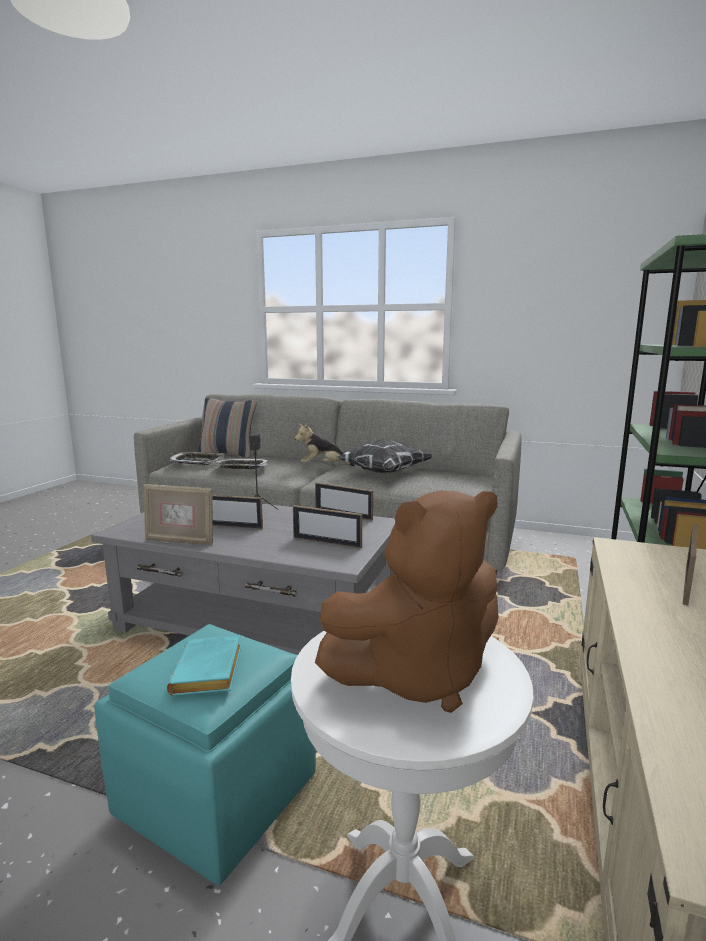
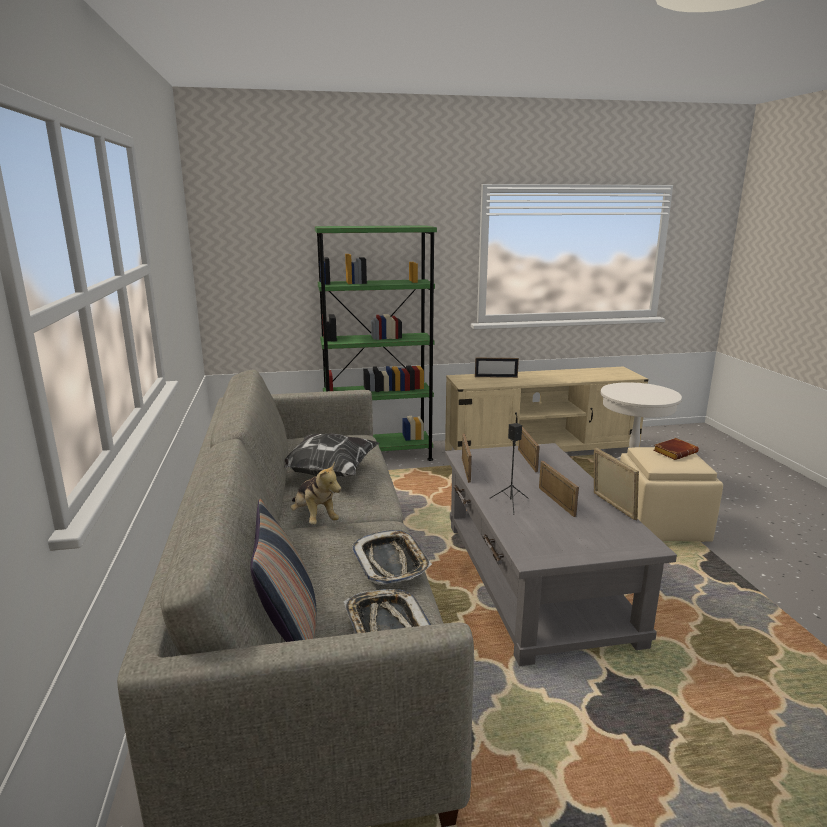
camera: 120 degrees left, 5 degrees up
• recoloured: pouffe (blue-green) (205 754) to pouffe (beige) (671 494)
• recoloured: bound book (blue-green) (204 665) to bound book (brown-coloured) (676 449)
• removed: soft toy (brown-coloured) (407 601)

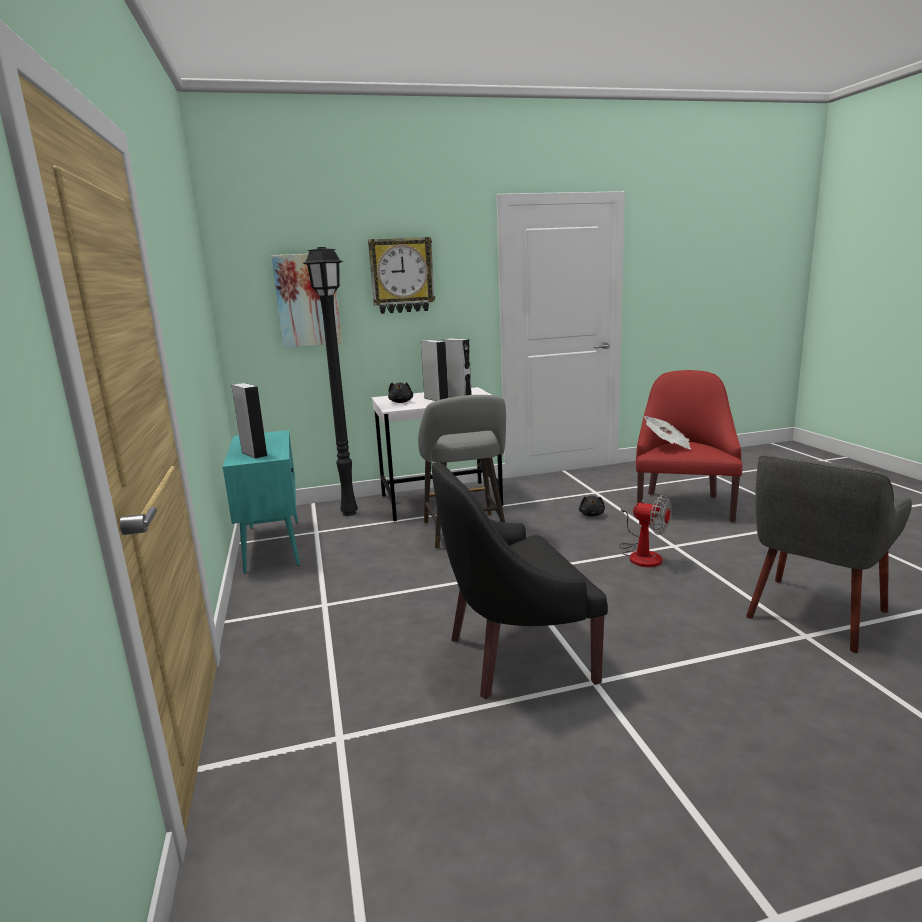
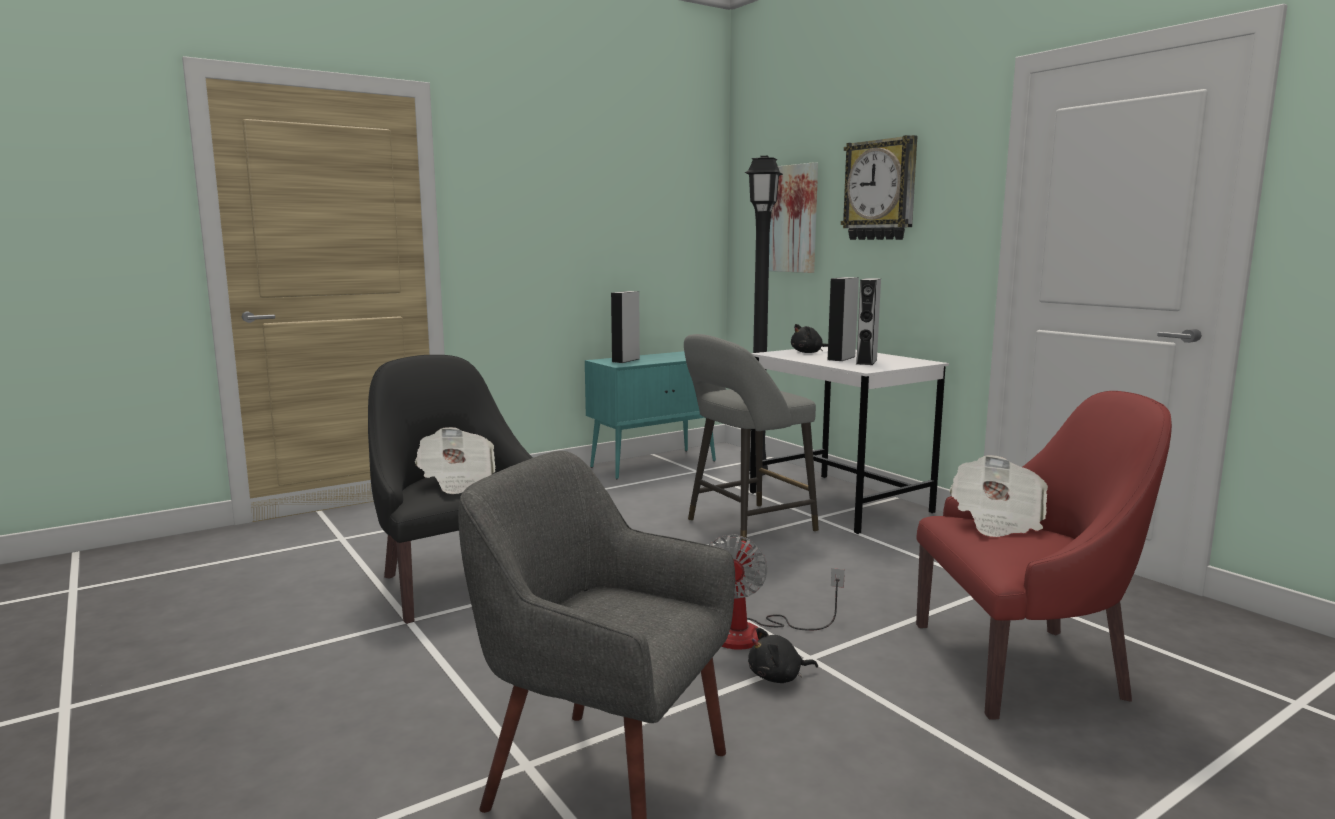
camera: 70 degrees right, 5 degrees down
• added: printed paper (455 460)
• moved: soft toy (black-coloured) (592 506) to (783 655)

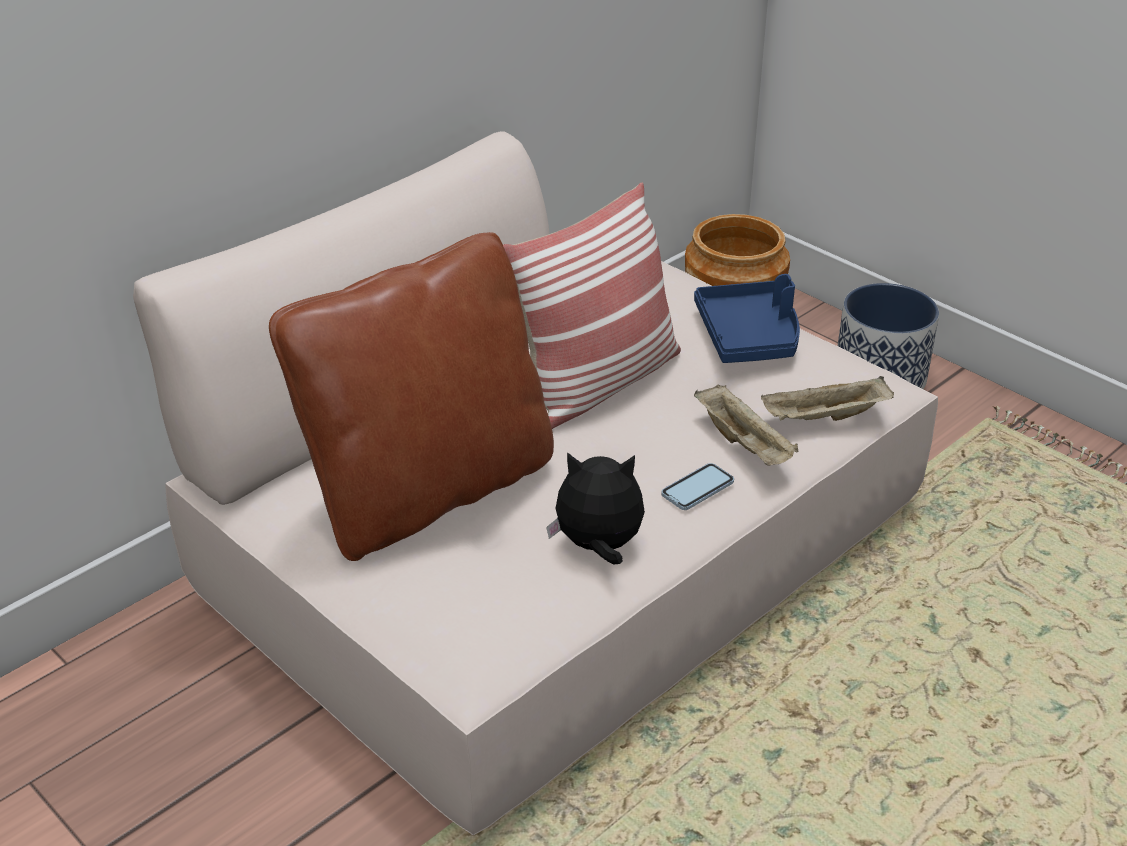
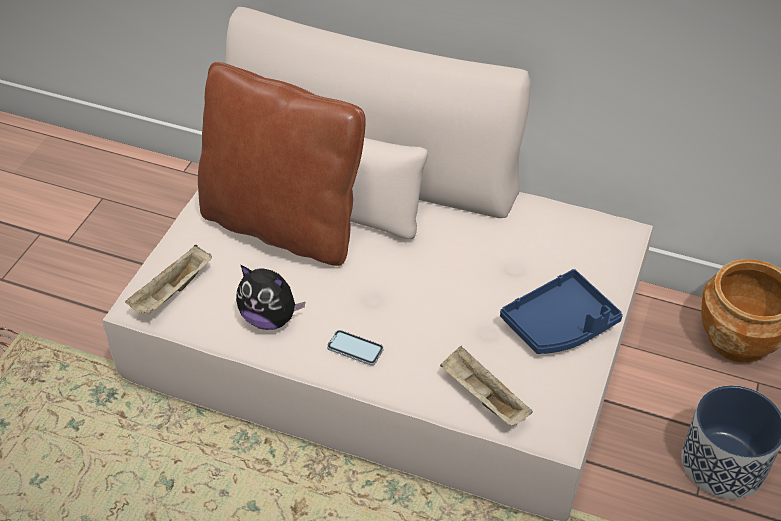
camera: 65 degrees right, 10 degrees up
• moved: carrying tray (beige) (746 425) to (168 280)
• turned: soft toy (595 508) = (270 297) 135 degrees clockwise
• removed: cushion (592 305)

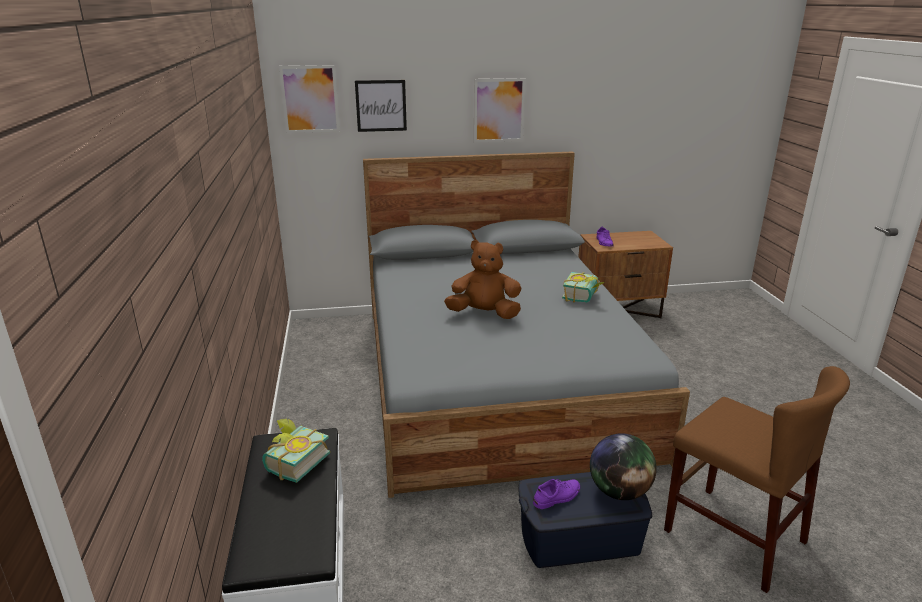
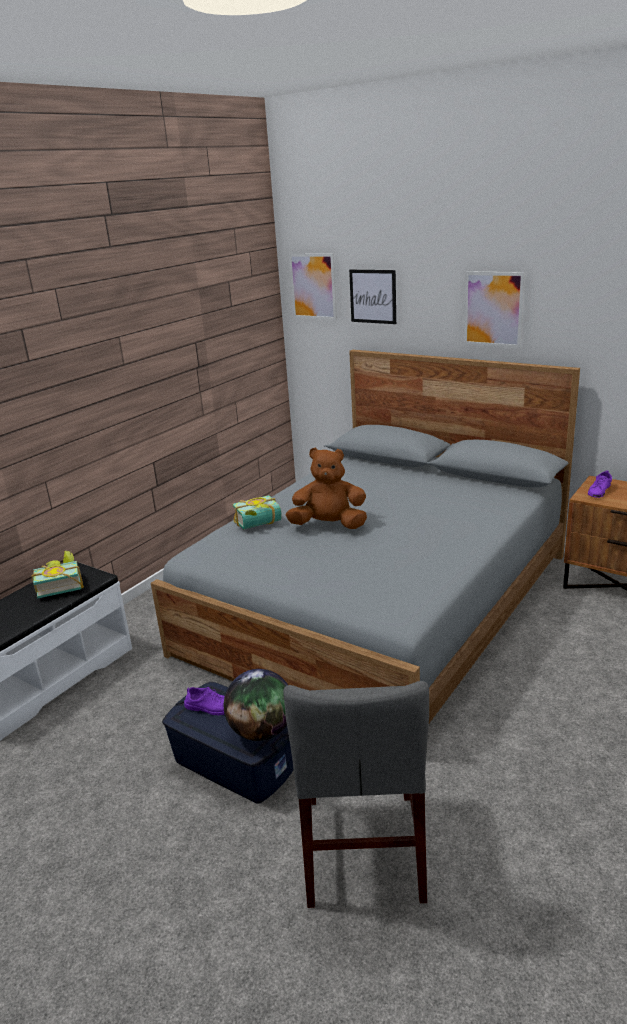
camera: 45 degrees right, 0 degrees up
• moved: bound book (583 287) to (257 512)
• recoloured: upright chair (brown-coloured) (757 479) to upright chair (gray) (356 794)
• turned: soft toy (brown-coloured) (482 279) = (326 488) 45 degrees counterclockwise

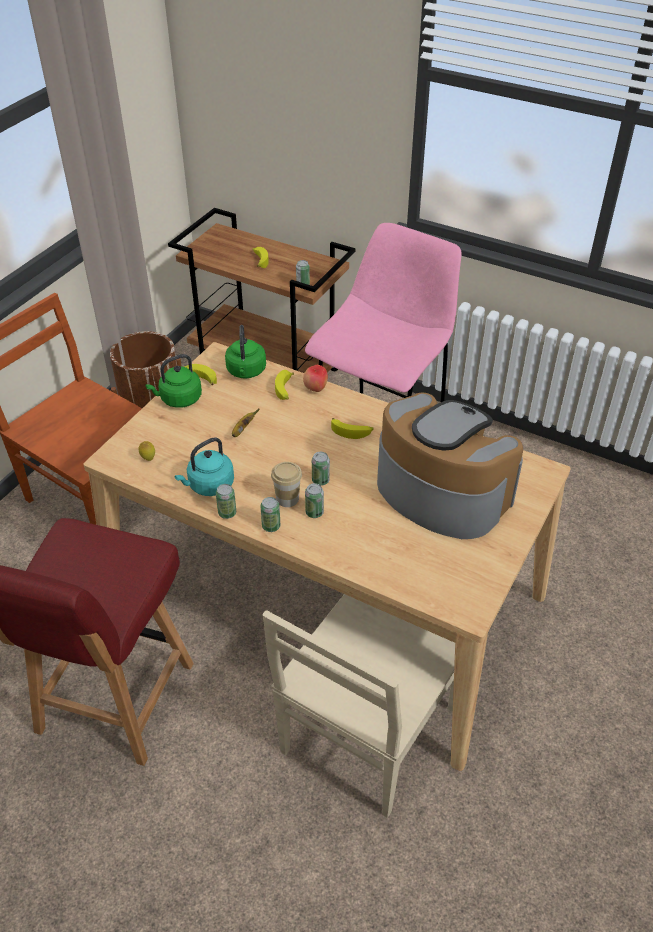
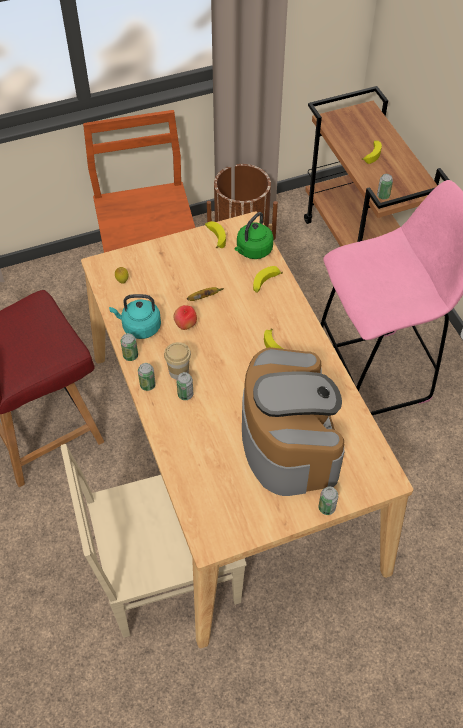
camera: 40 degrees right, 10 degrees up
• moved: apple fruit (315 378) to (185 317)
• moved: can (321 469) to (328 501)
• removed: water kettle (green-coloured) (173 381)

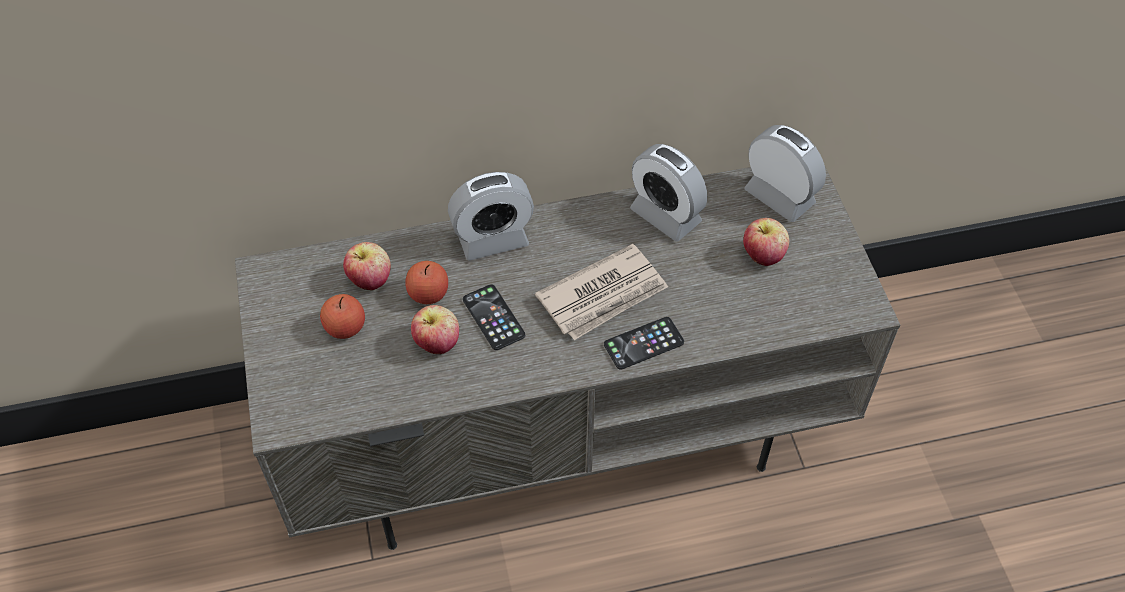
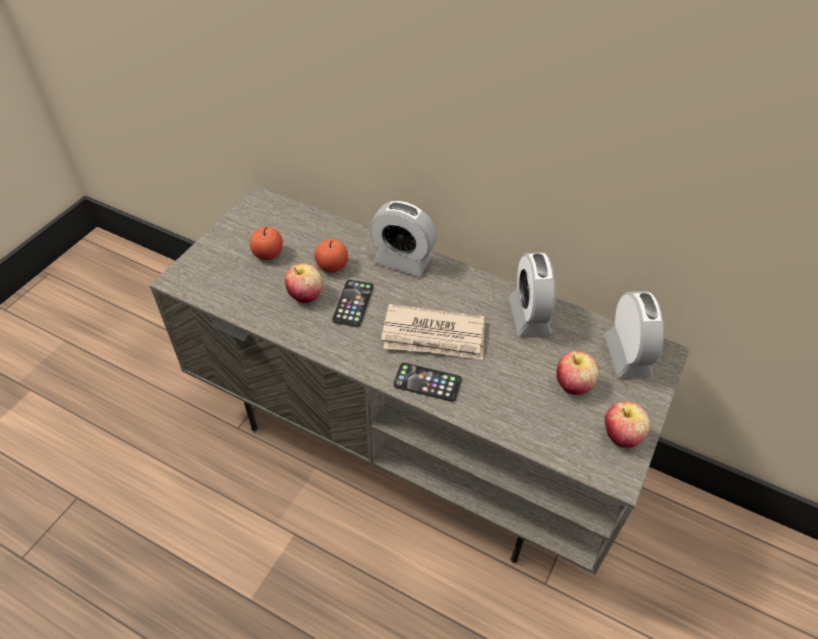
camera: 40 degrees right, 5 degrees down
• moved: apple fruit (367 266) to (627 424)

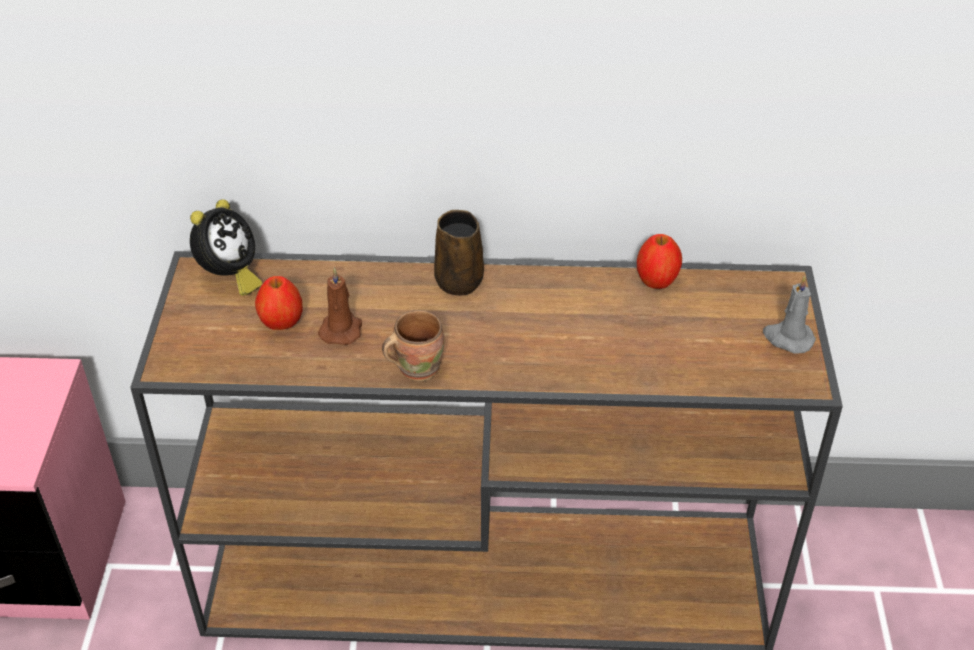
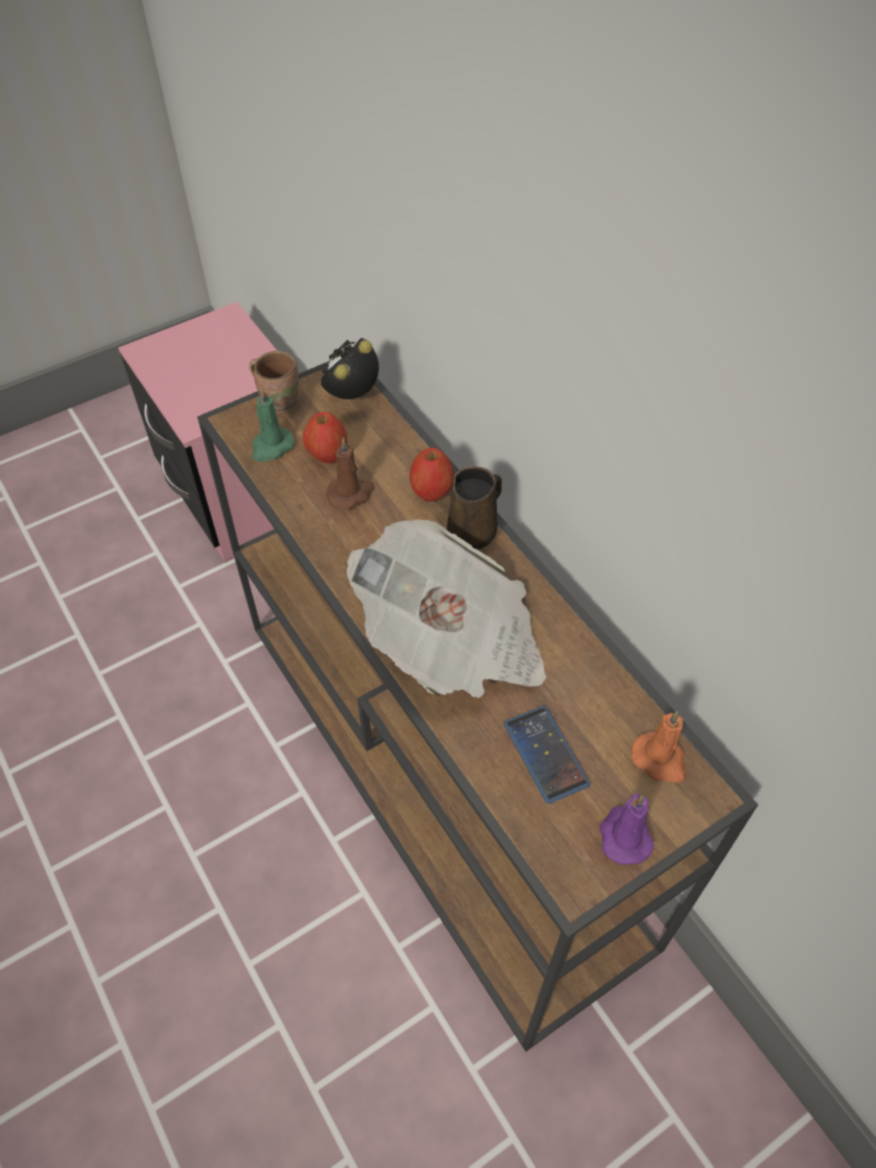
camera: 55 degrees right, 10 degrees up
• moved: mug (brown-coloured) (413 345) to (274 382)
• added: candle (green-coloured) (273 425)
• turned: table clock (226 247) = (350 368) 135 degrees clockwise
• added: printed paper (446 608)
• moved: apple fruit (659 261) to (431 475)
• added: phone (546 755)
• recoloured: candle (gray) (789 315) to candle (purplish) (627 828)
• added: candle (orangey) (658 747)

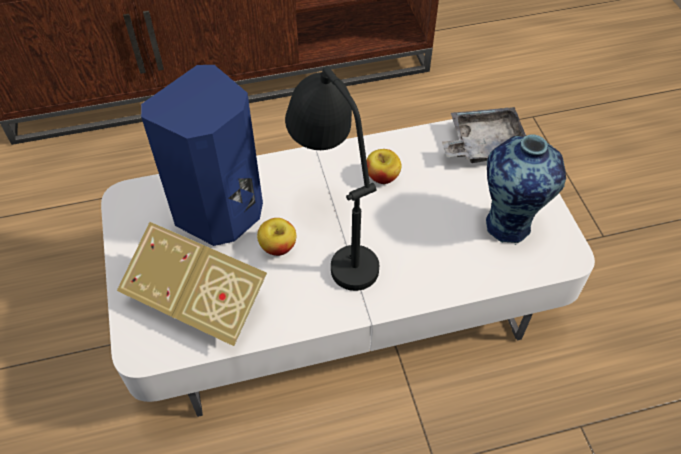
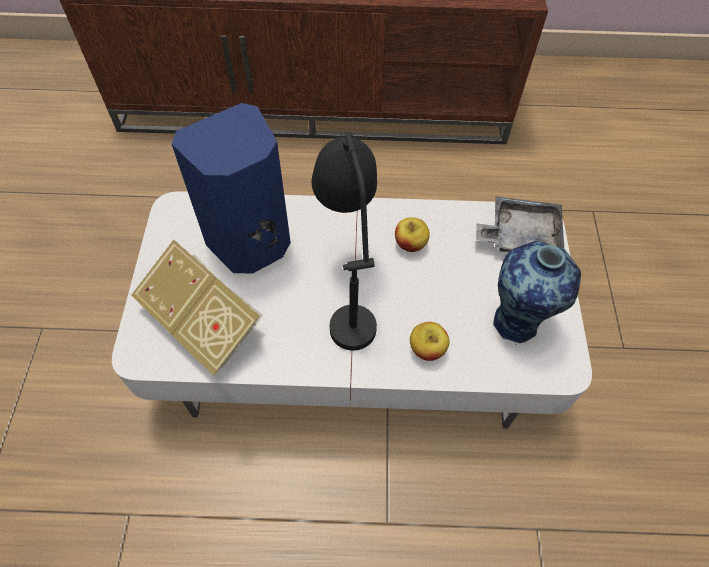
camera: 15 degrees right, 5 degrees up
• moved: apple fruit (276 237) to (429 341)

